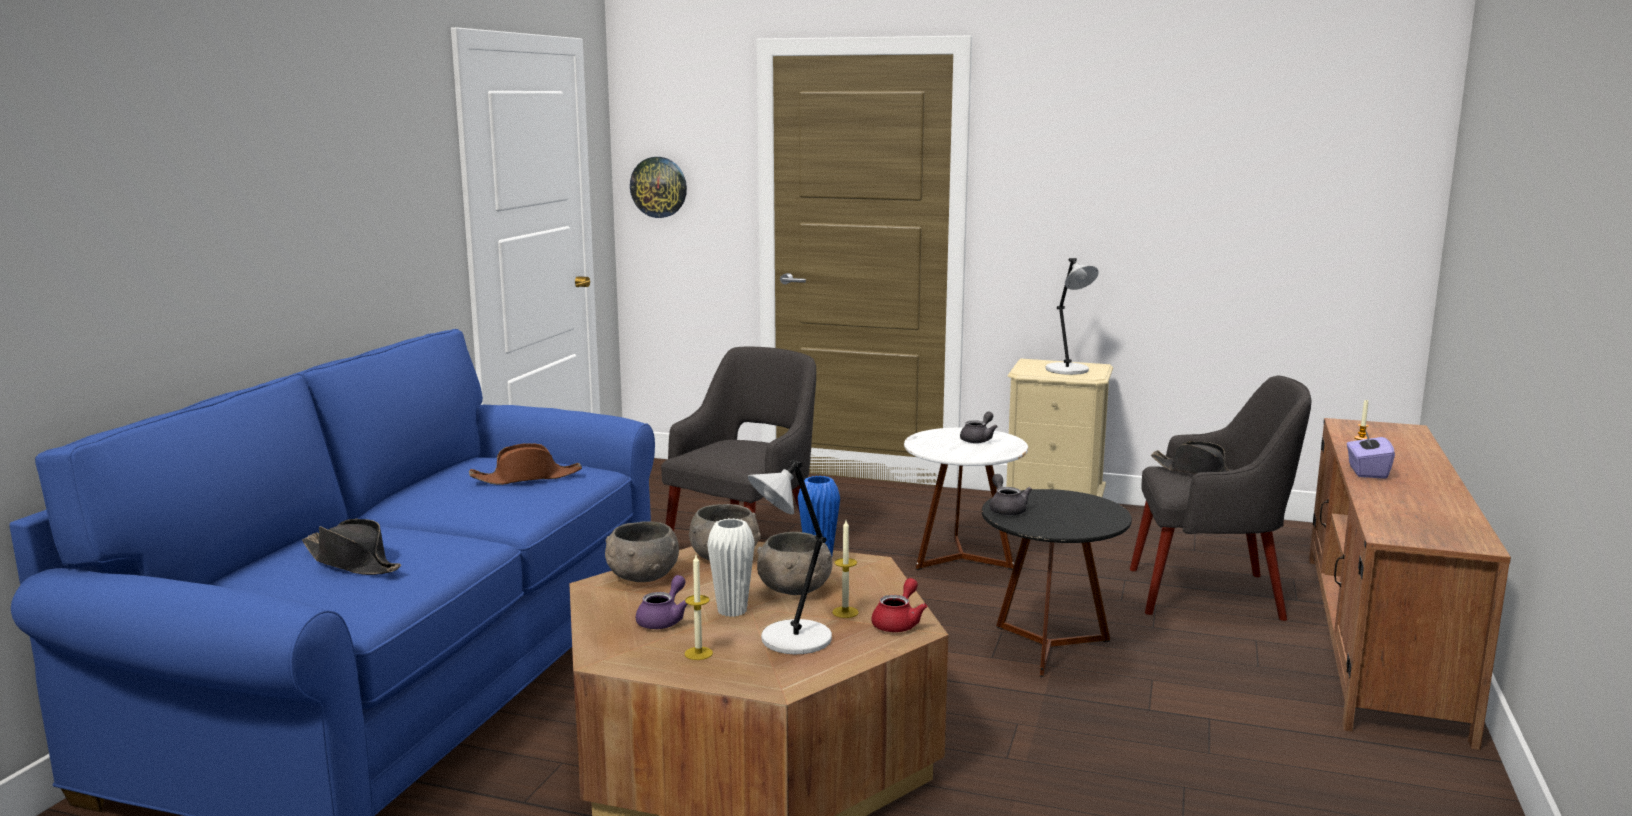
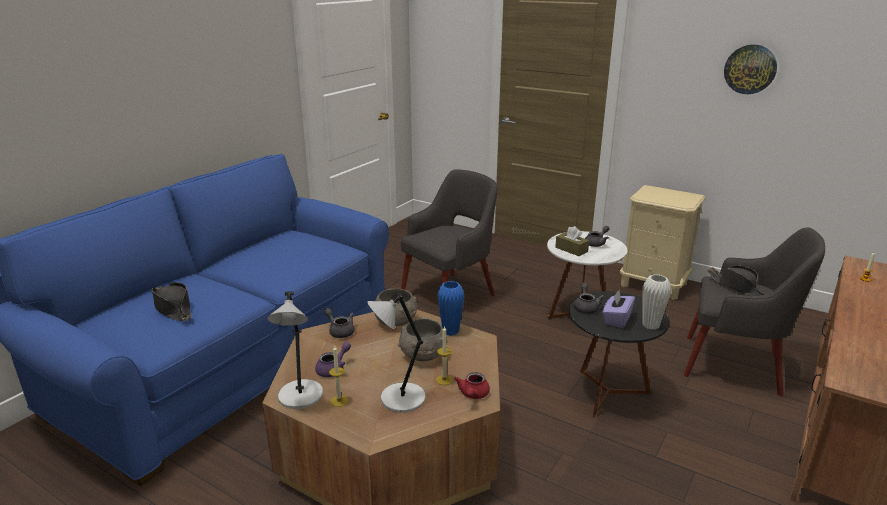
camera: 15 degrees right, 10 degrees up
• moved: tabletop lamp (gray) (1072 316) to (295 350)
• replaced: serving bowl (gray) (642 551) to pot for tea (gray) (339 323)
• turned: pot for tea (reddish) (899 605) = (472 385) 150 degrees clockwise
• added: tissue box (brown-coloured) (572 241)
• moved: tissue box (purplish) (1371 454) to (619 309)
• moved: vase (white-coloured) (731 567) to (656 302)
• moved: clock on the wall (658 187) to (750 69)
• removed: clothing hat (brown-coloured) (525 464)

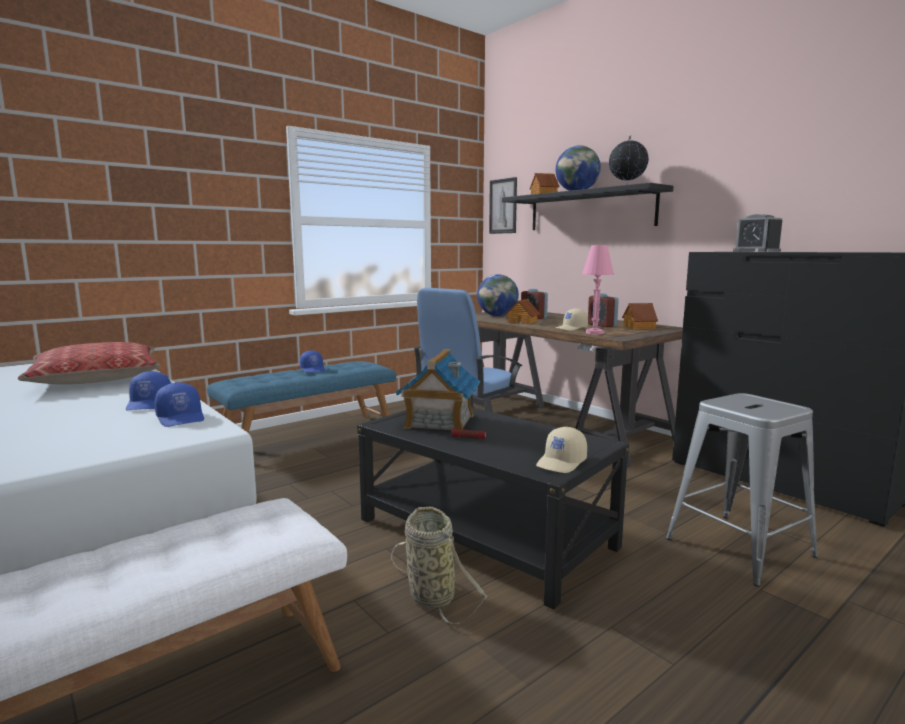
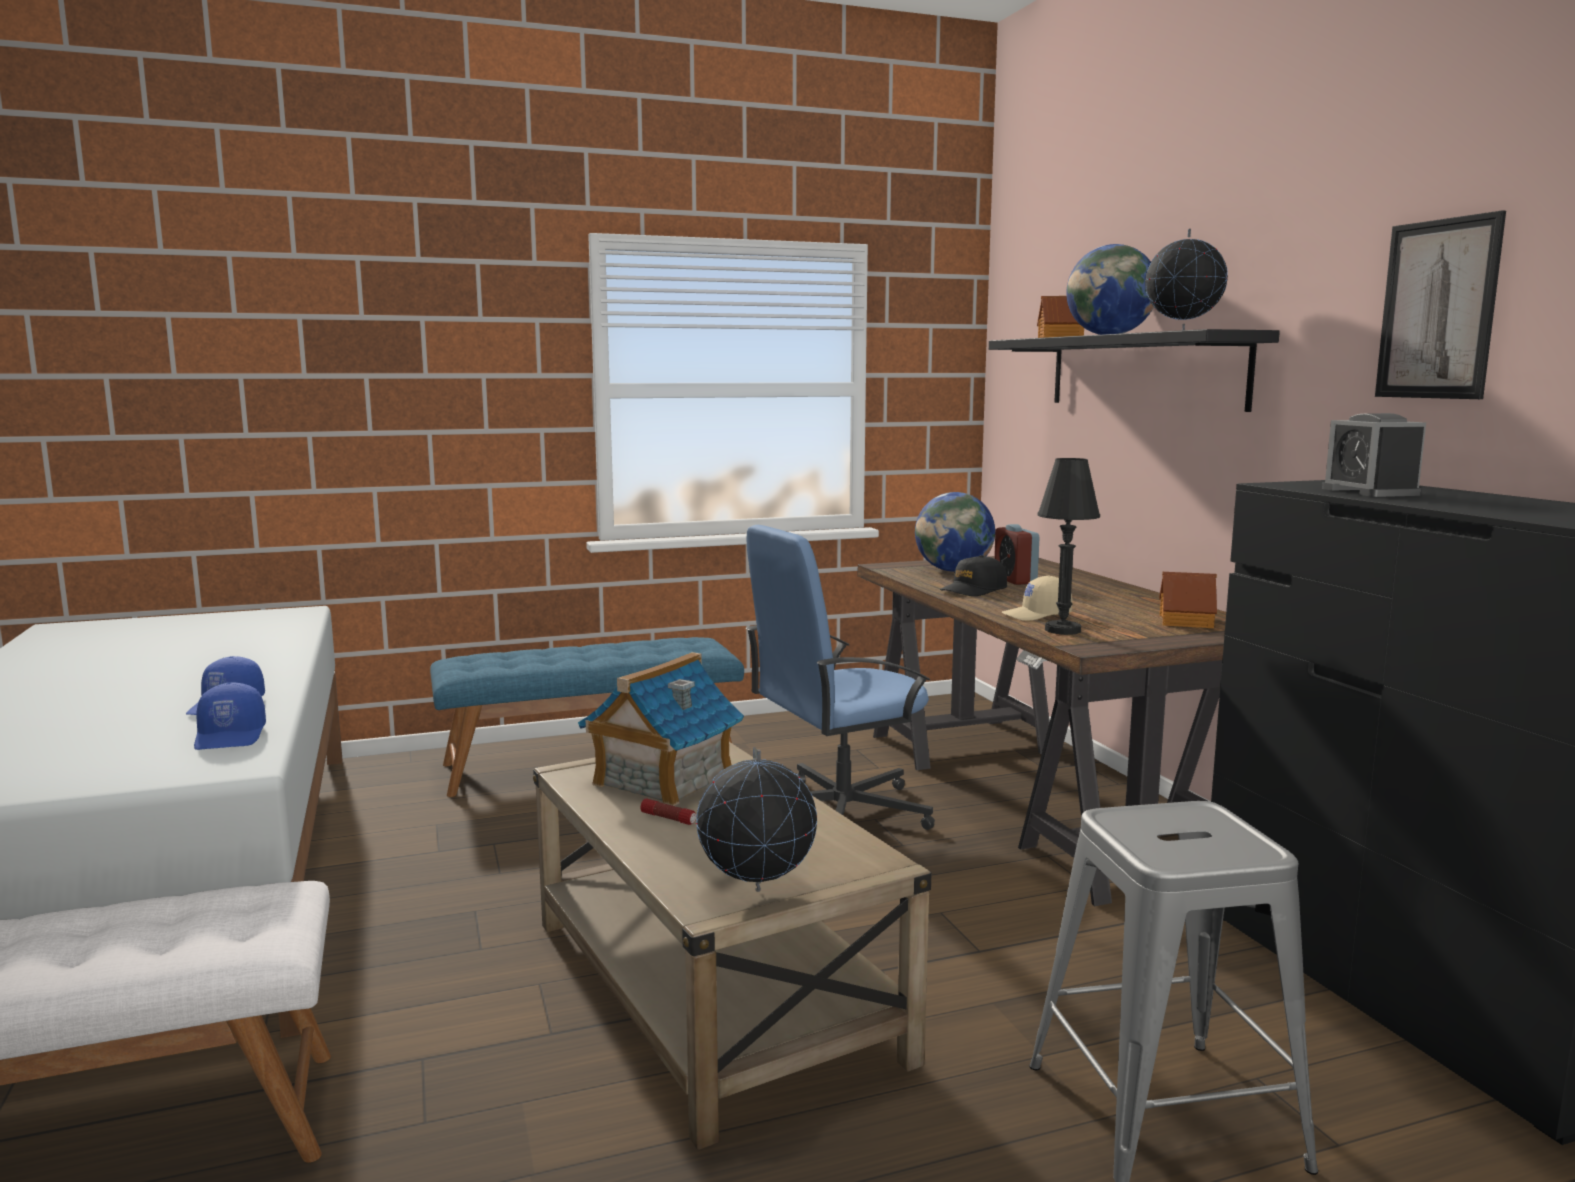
camera: 20 degrees right, 0 degrees up
• recoloured: low table (black-coloured) (493 509) to low table (beige) (732 946)
• replaced: baseball cap (beige) (561 450) to globe (756 819)
• replaced: model house (522 311) to baseball cap (black-coloured) (973 575)
• recoloured: tabletop lamp (pinkish) (598 289) to tabletop lamp (black-coloured) (1068 546)
• moved: wall picture (503 205) to (1440 304)
• removed: cushion (89 363)
• removed: baseball cap (blue) (313 361)
• removed: basket (439 565)
• removed: table clock (603 310)

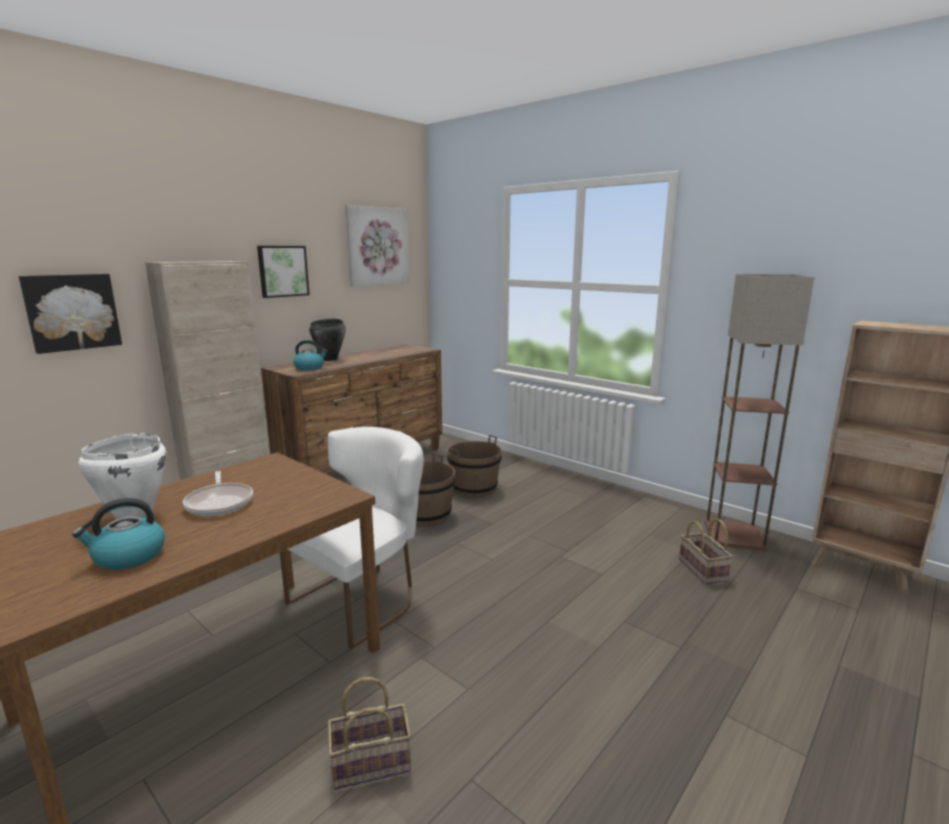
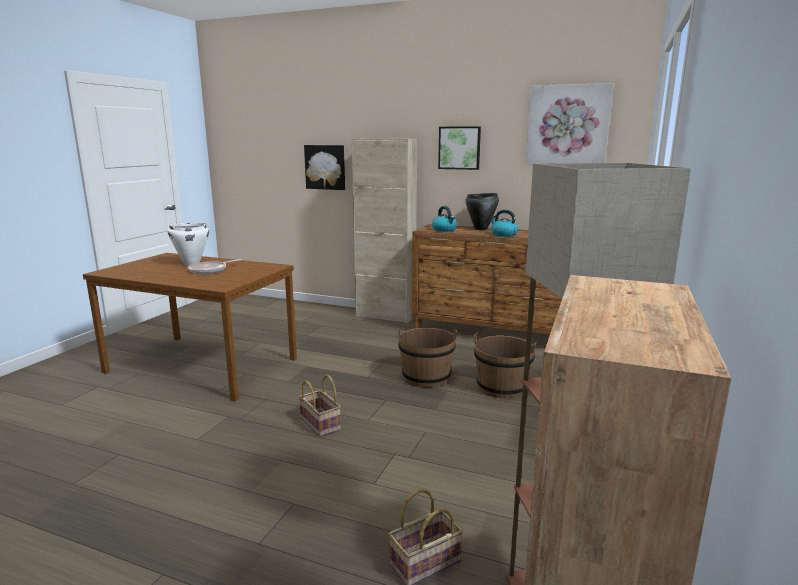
camera: 70 degrees right, 0 degrees up
• moved: basket (369 733) to (320 406)
• moved: water kettle (118 534) to (504 223)
• removed: upright chair (white-coloured) (352 538)

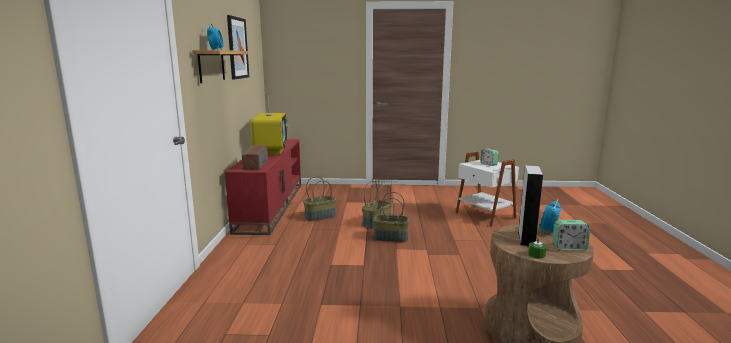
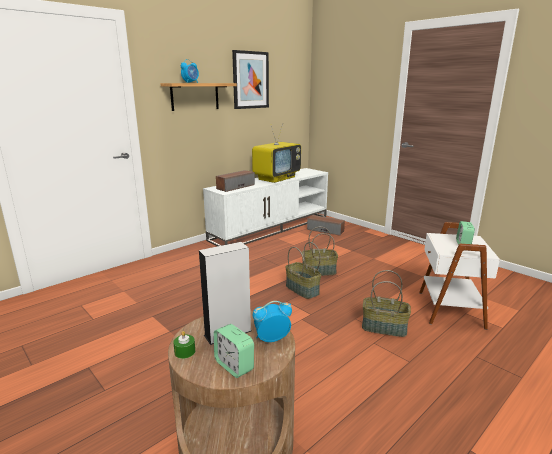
camera: 45 degrees right, 5 degrees up
• recoloured: tv unit (reddish) (263 187) to tv unit (white-coloured) (265 207)
• added: loudspeaker (326 225)
• moved: basket (319 198) to (386 303)

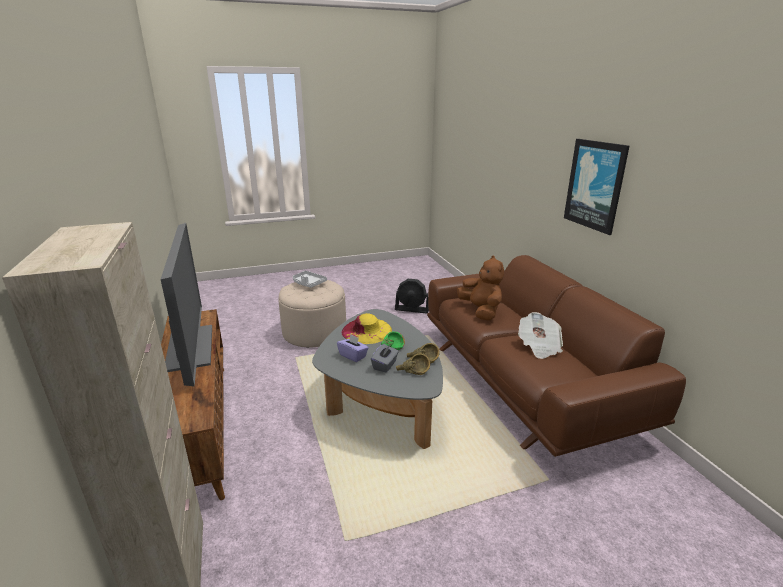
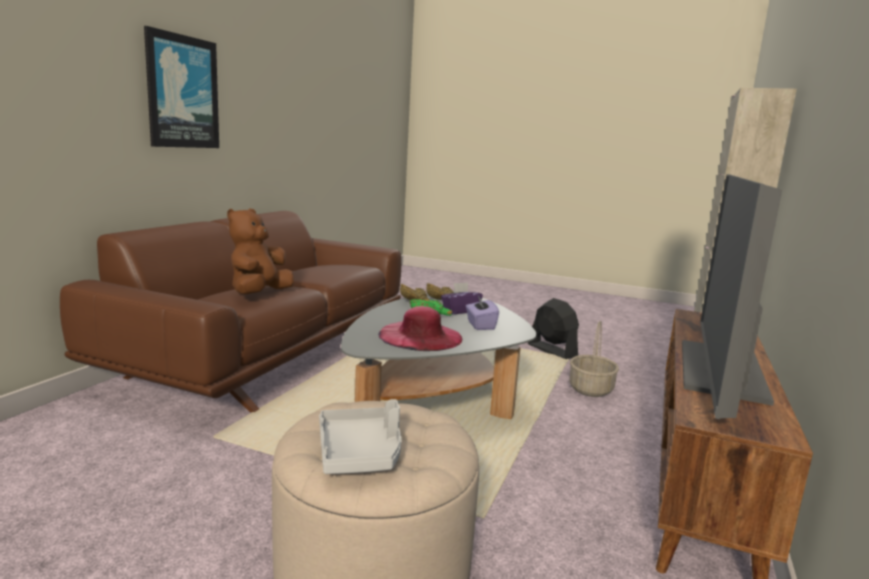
camera: 140 degrees left, 10 degrees down
• recoloured: clothing hat (yellow) (366 328) to clothing hat (pinkish) (420 328)
• recoloured: tissue box (gray) (385 358) to tissue box (purplish) (462 298)
• moved: cooling fan (black-coloured) (412 296) to (553 328)
• added: basket (594 359)
• removed: printed paper (540 335)

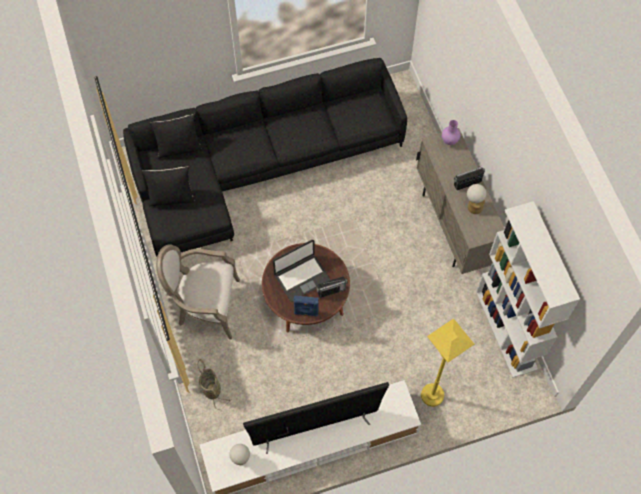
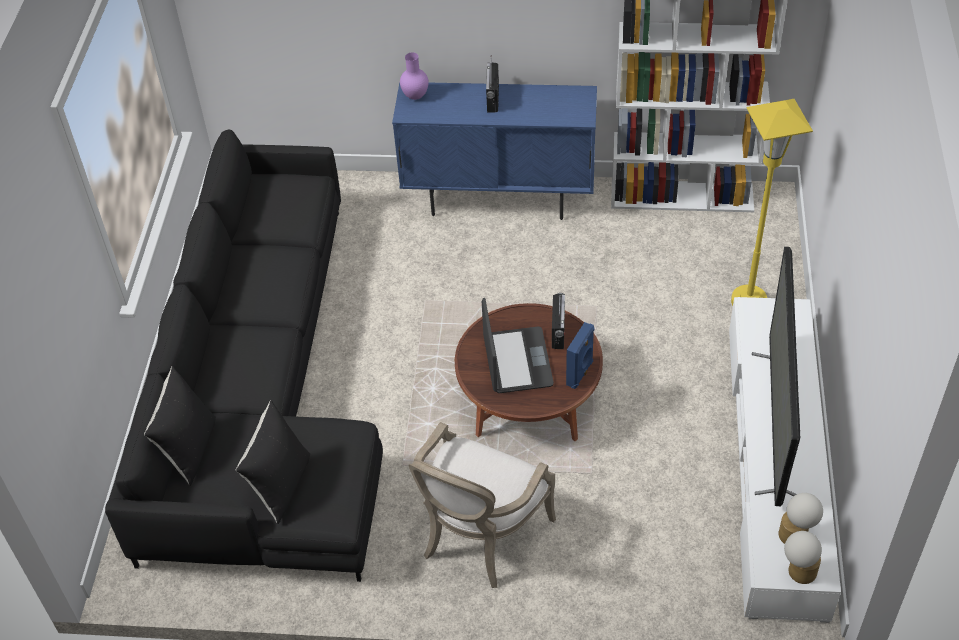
camera: 65 degrees left, 15 degrees down
• recoloured: cabinet (beige) (460 201) to cabinet (blue) (494 151)
• moved: tabletop lamp (476 199) to (803 557)
• removed: basket (214 384)

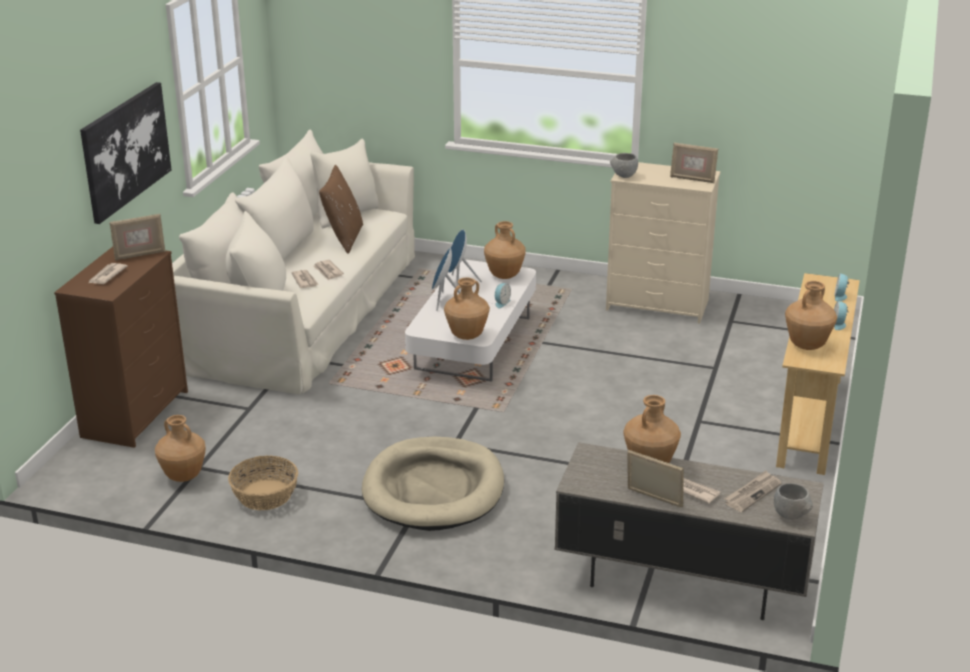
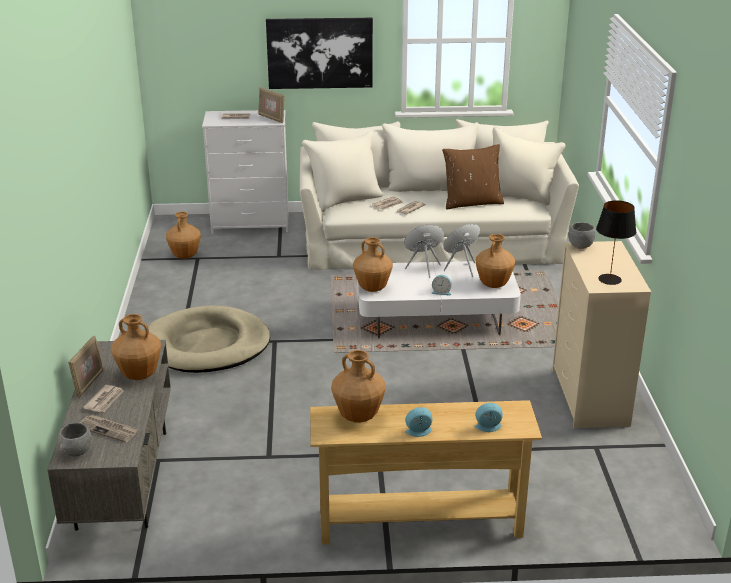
camera: 70 degrees right, 0 degrees up
• recoloured: chest of drawers (brown-coloured) (121 347) to chest of drawers (white-coloured) (245 172)
• replaced: standing frame (694 163) to tabletop lamp (black-coloured) (616 242)
• removed: basket (263 483)

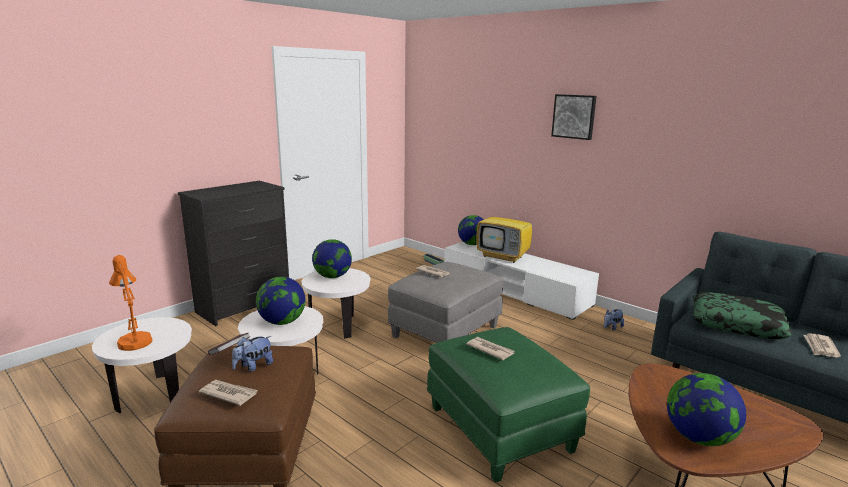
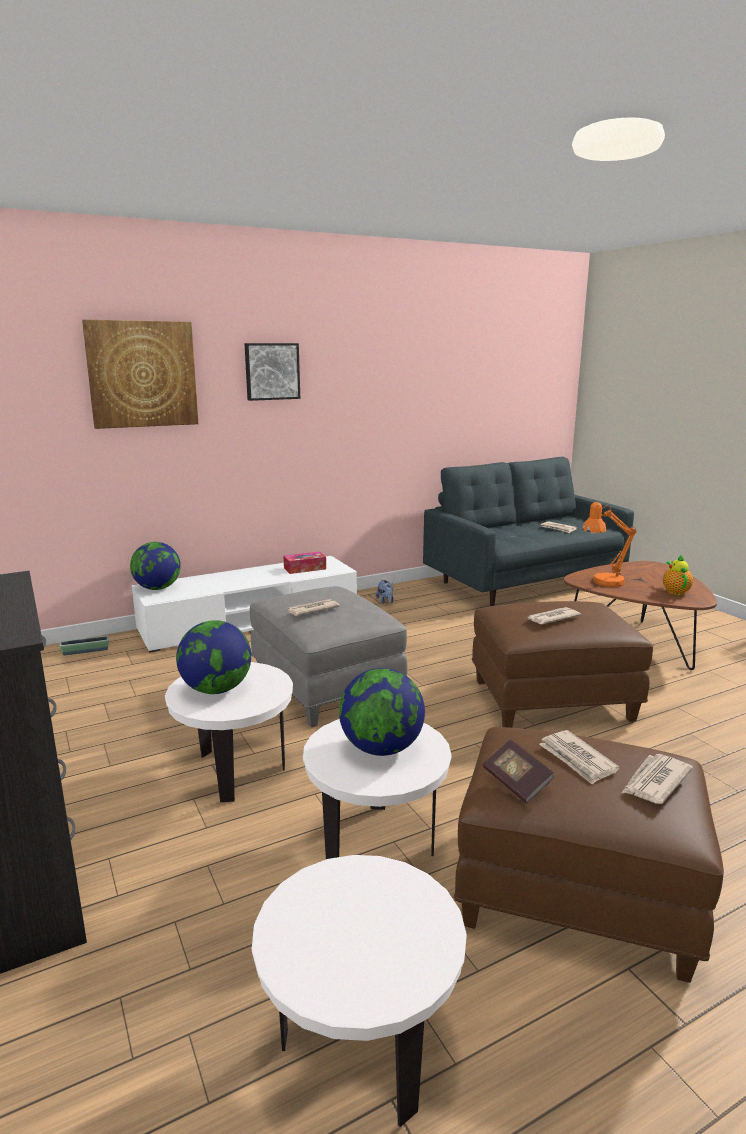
camera: 70 degrees left, 0 degrees up
• added: wall picture (140 374)
• added: tissue box (304 563)
• recoloured: pouffe (green-coloured) (508 405) to pouffe (brown-coloured) (562 664)
• replaced: soft toy (252 354) to printed paper (579 757)
• moved: tabletop lamp (orangey) (130 303) to (609 544)
• replaced: globe (706 409) to pot for tea (678 575)
• removed: television (504 231)
• removed: cushion (743 315)

